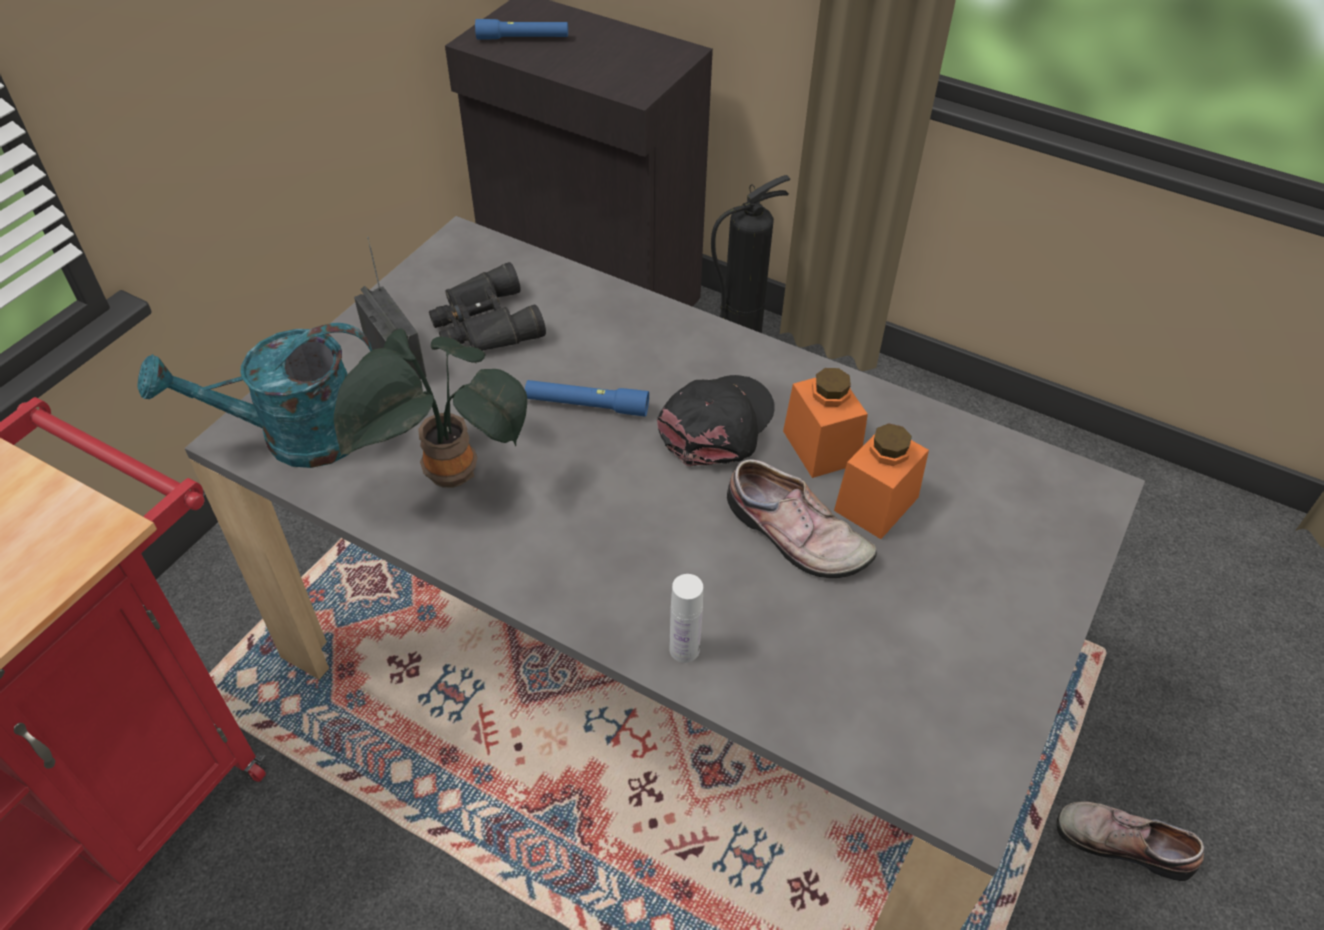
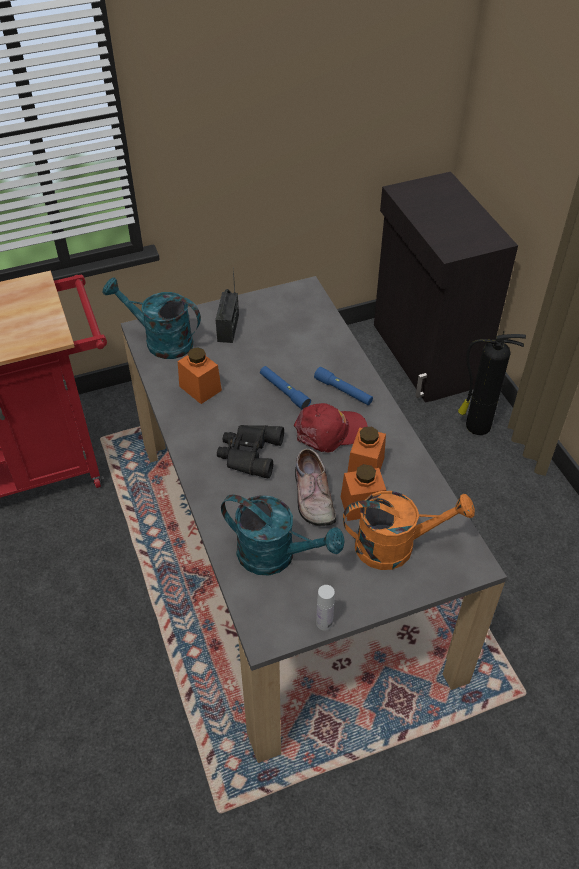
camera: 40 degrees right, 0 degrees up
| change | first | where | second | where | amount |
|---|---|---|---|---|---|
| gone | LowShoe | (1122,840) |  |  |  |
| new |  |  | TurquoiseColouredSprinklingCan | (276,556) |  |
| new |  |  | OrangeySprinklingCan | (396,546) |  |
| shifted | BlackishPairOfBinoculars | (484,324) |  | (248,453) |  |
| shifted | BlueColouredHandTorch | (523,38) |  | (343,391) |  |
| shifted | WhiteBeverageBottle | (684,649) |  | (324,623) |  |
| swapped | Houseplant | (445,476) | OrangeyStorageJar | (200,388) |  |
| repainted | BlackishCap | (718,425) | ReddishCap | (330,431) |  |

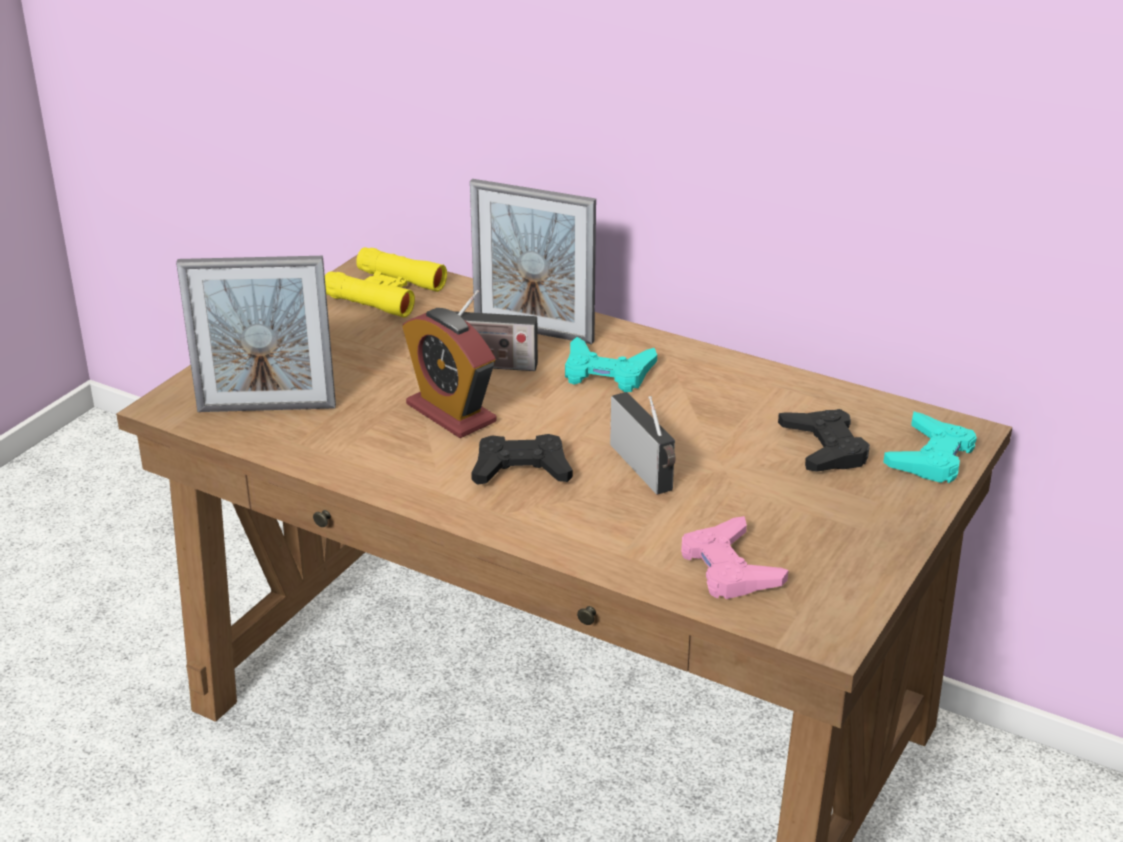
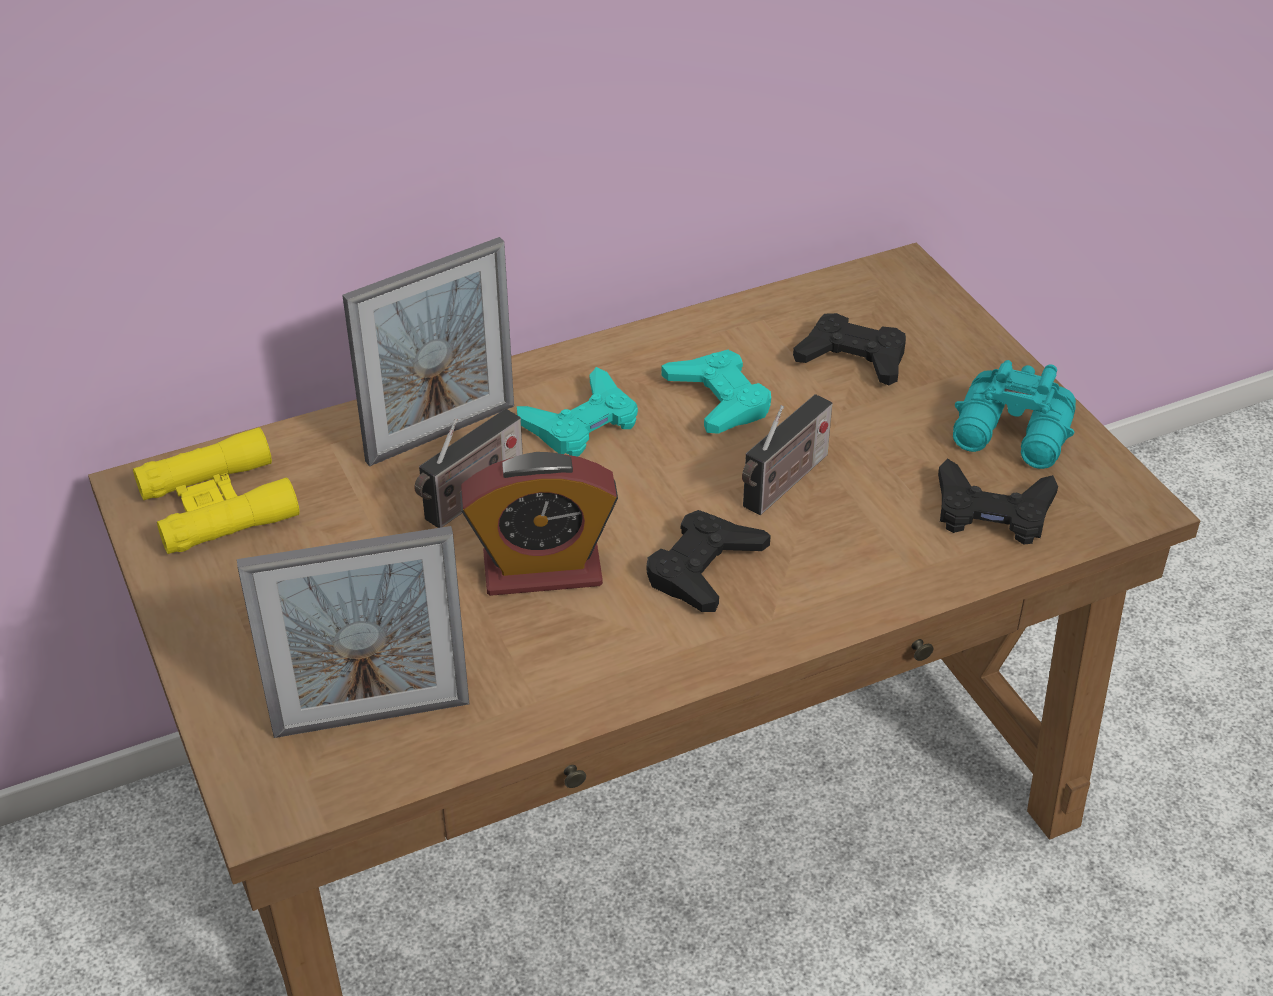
camera: 55 degrees left, 10 degrees up
| change | first | where | second | where | amount |
|---|---|---|---|---|---|
| new |  |  | TurquoiseColouredPairOfBinoculars | (1013,436) |  |
| shifted | TurquoiseColouredGameController | (931,457) |  | (719,399) |  |
| repainted | PinkColouredGameController | (729,568) | BlackishGameController | (992,512) |  |
| rotated | StandingFrame | (266,408) |  | (372,717) | 45 degrees clockwise |
| rotated | RadioReceiver | (644,469) |  | (783,484) | 120 degrees clockwise |

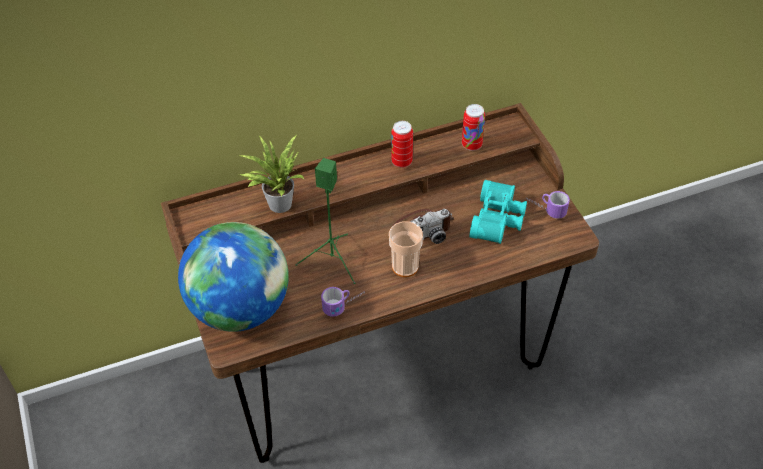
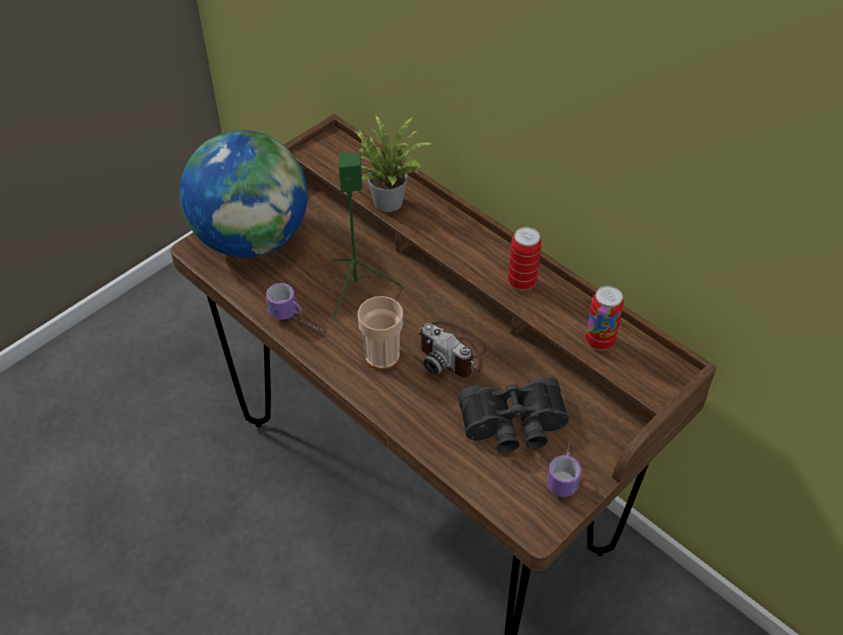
camera: 65 degrees right, 0 degrees up
| change | first | where | second | where | amount |
|---|---|---|---|---|---|
| repainted | TurquoiseColouredPairOfBinoculars | (499,220) | BlackishPairOfBinoculars | (514,426) |  |

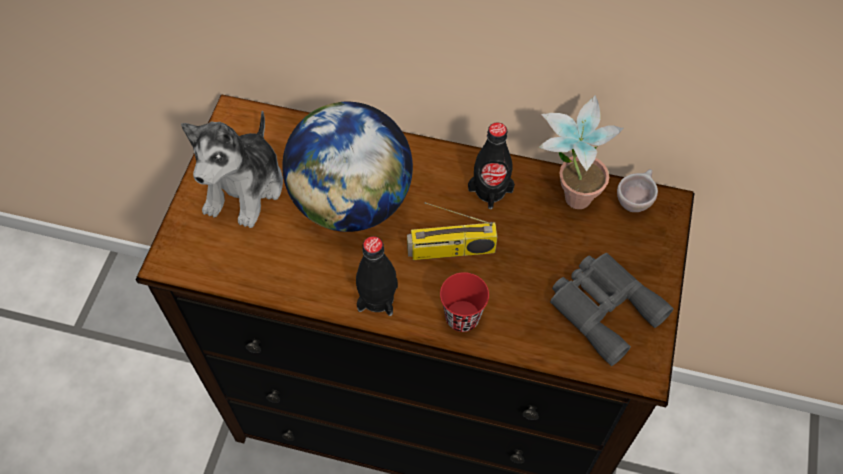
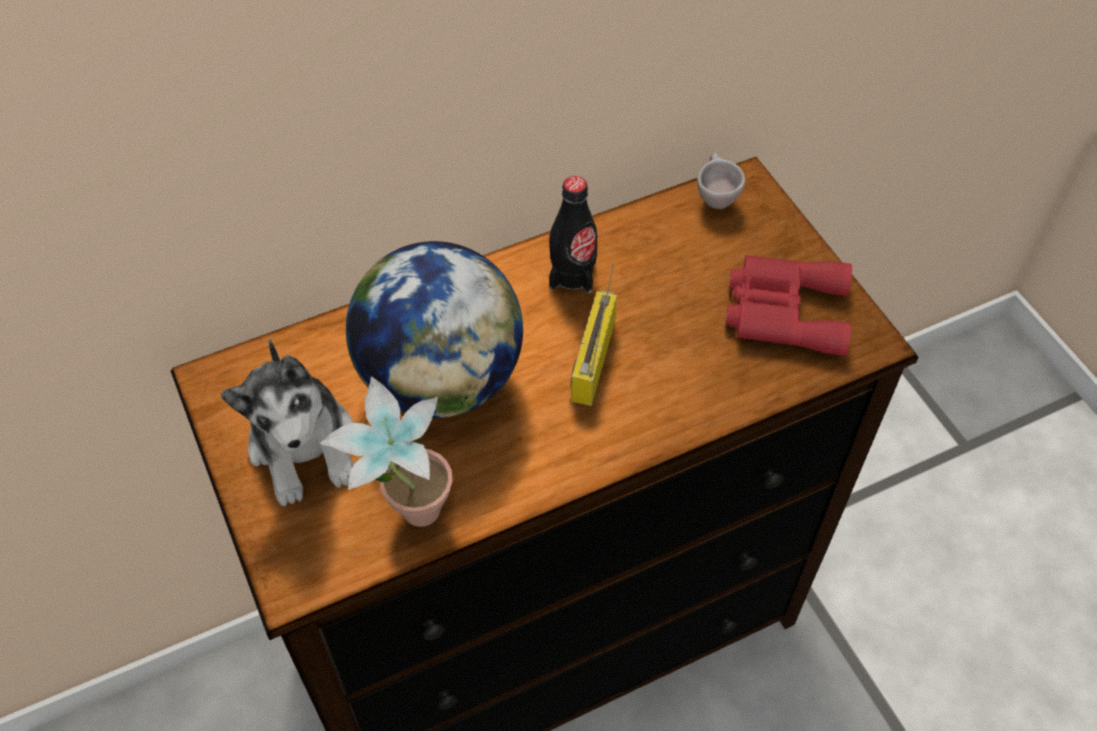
camera: 40 degrees left, 5 degrees down
| change | first | where | second | where | amount |
|---|---|---|---|---|---|
| gone | BlackishBeverageBottle | (377,298) |  |  |  |
| gone | ReddishSmallCup | (462,317) |  |  |  |
| shifted | Houseplant | (567,195) |  | (406,515) |  |
| repainted | GreyPairOfBinoculars | (602,307) | ReddishPairOfBinoculars | (783,310) |  |
| rotated | RadioReceiver | (451,251) |  | (592,358) | 150 degrees clockwise |

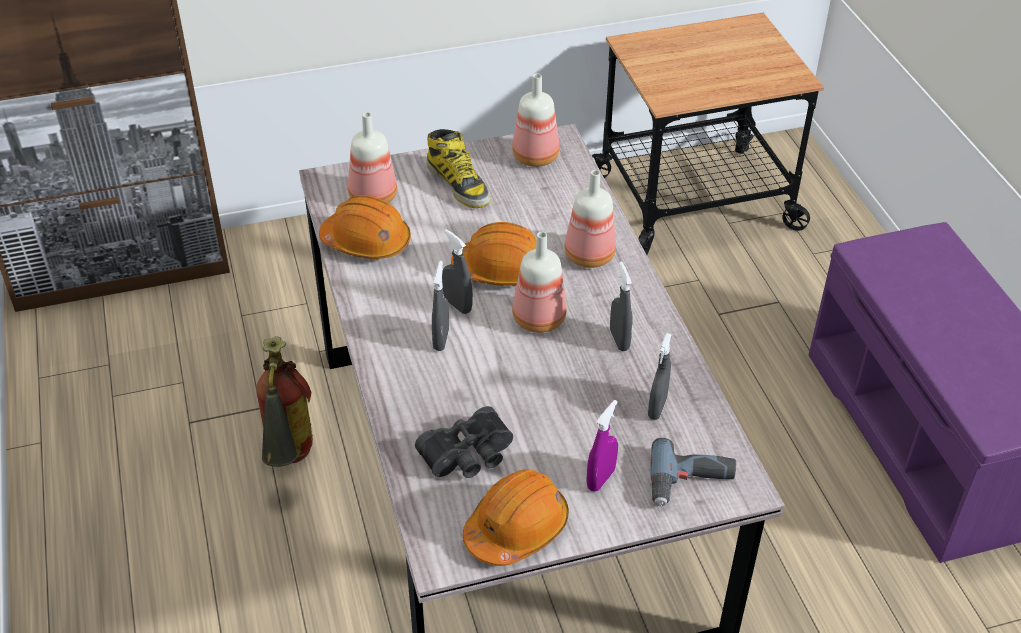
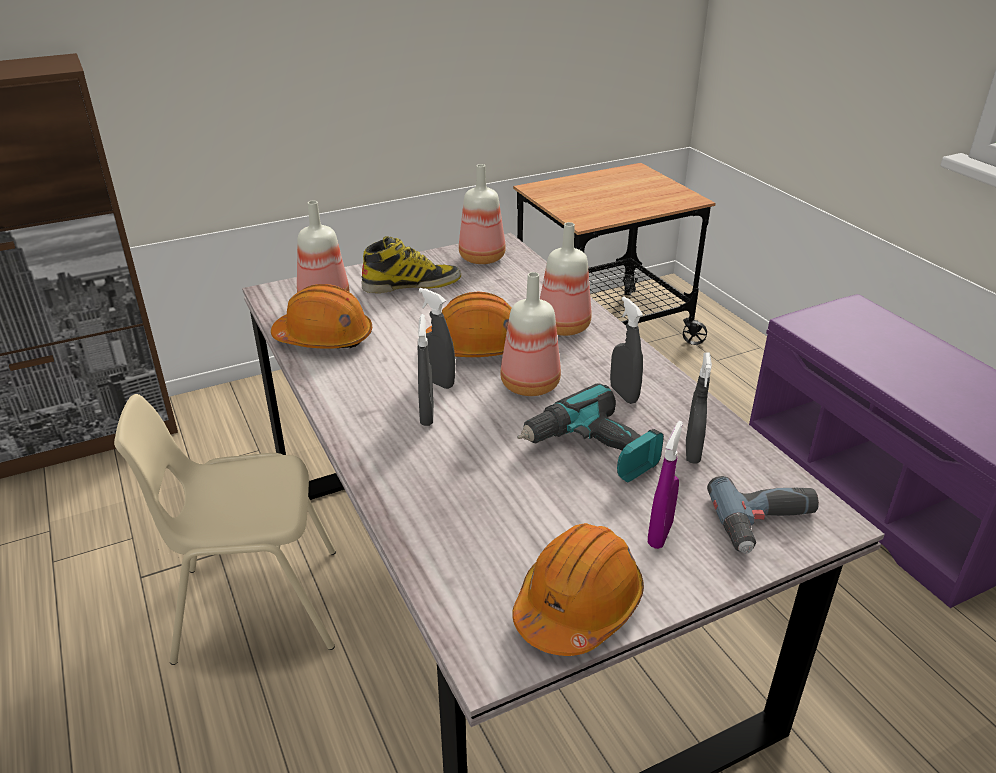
camera: 10 degrees left, 10 degrees down
| change | first | where | second | where | amount |
|---|---|---|---|---|---|
| gone | BlackishPairOfBinoculars | (469,456) |  |  |  |
| new |  |  | PowerDrill | (592,450) |  |
| swapped | FireExtinguisher | (289,464) | SandColouredUprightChair | (256,605) |  |
| rotated | HighTopBoot | (459,184) |  | (411,284) | 60 degrees counterclockwise |

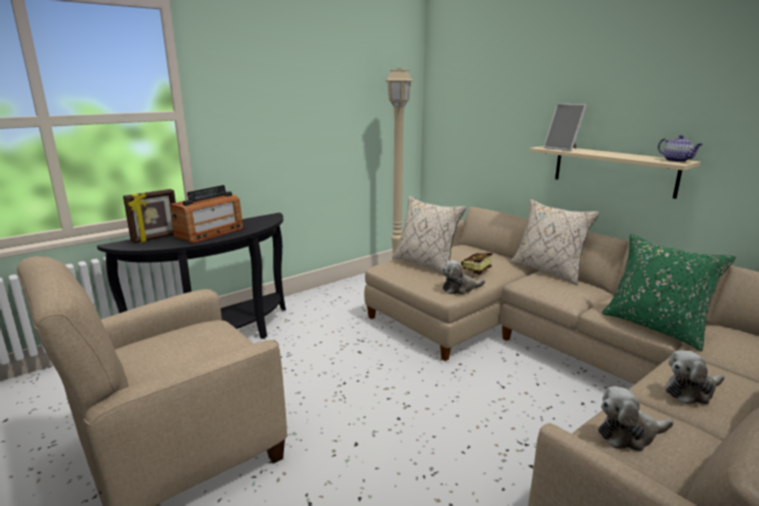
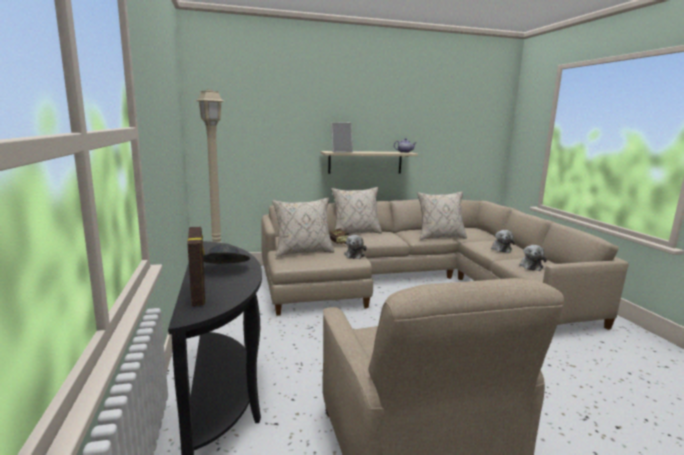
camera: 65 degrees left, 5 degrees down
| change | first | where | second | where | amount |
|---|---|---|---|---|---|
| swapped | RadioReceiver | (210,233) | GreyWearableHat | (223,270) |  |
| repainted | GreenColouredThrowPillow | (655,327) | SandColouredThrowPillow | (440,237) |  |

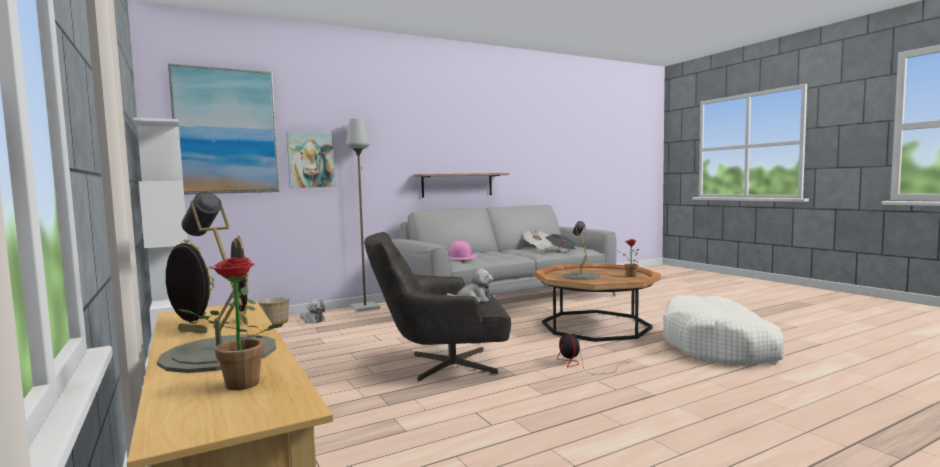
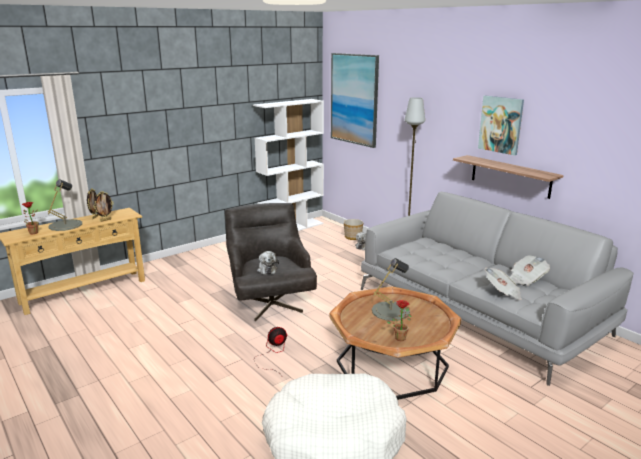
camera: 80 degrees right, 15 degrees up
| change | first | where | second | where | amount |
|---|---|---|---|---|---|
| gone | PinkColouredWearableHat | (460,257) |  |  |  |
| shifted | WallArt | (310,160) |  | (501,124) |  |

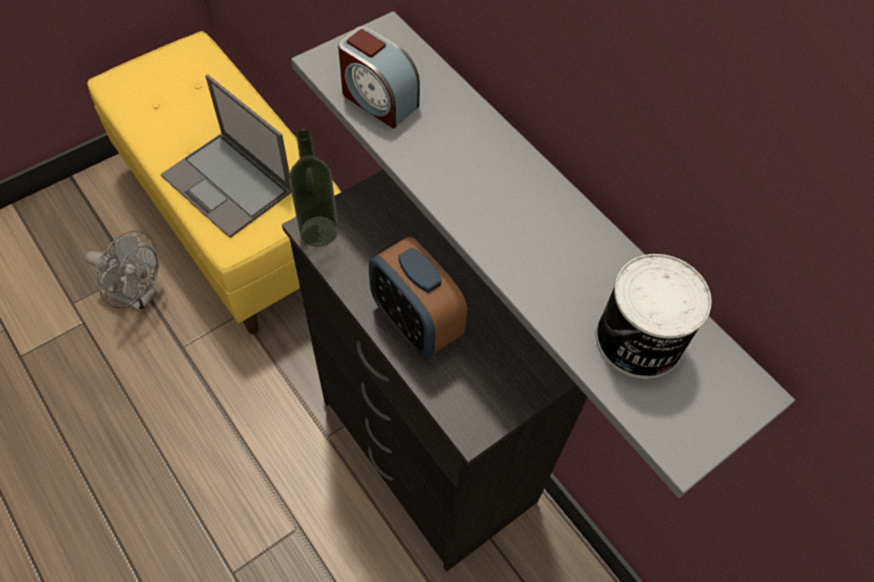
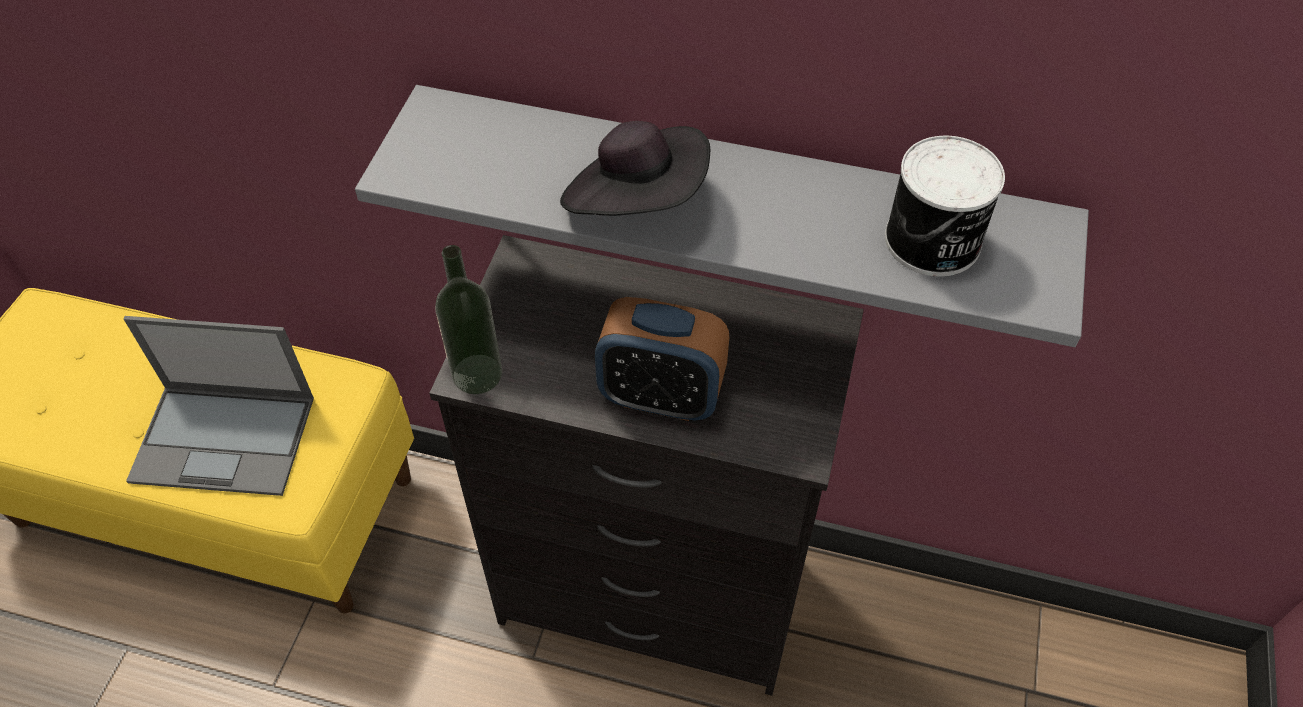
camera: 35 degrees left, 5 degrees down
| change | first | where | second | where | amount |
|---|---|---|---|---|---|
| gone | GreyFan | (138,297) |  |  |  |
| gone | TableClock | (378,100) |  |  |  |
| new |  |  | BlackishWearableHat | (637,201) |  |

